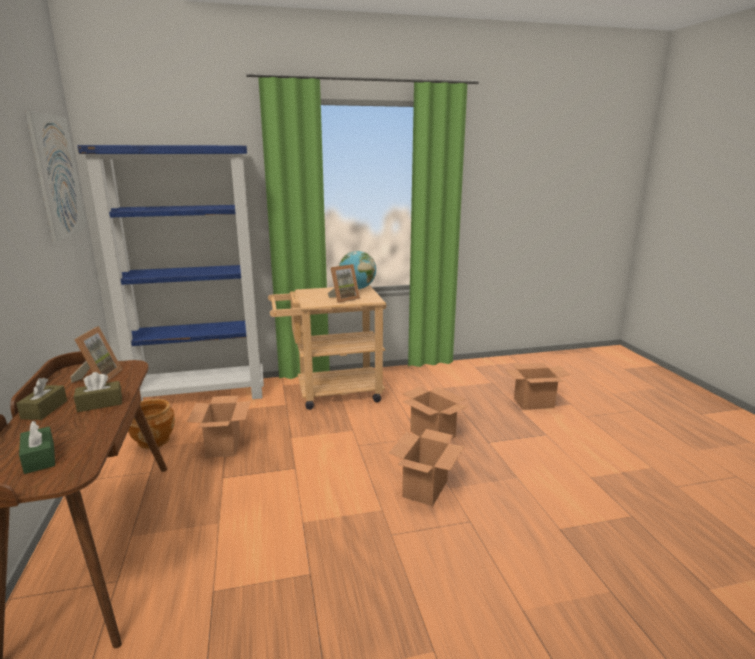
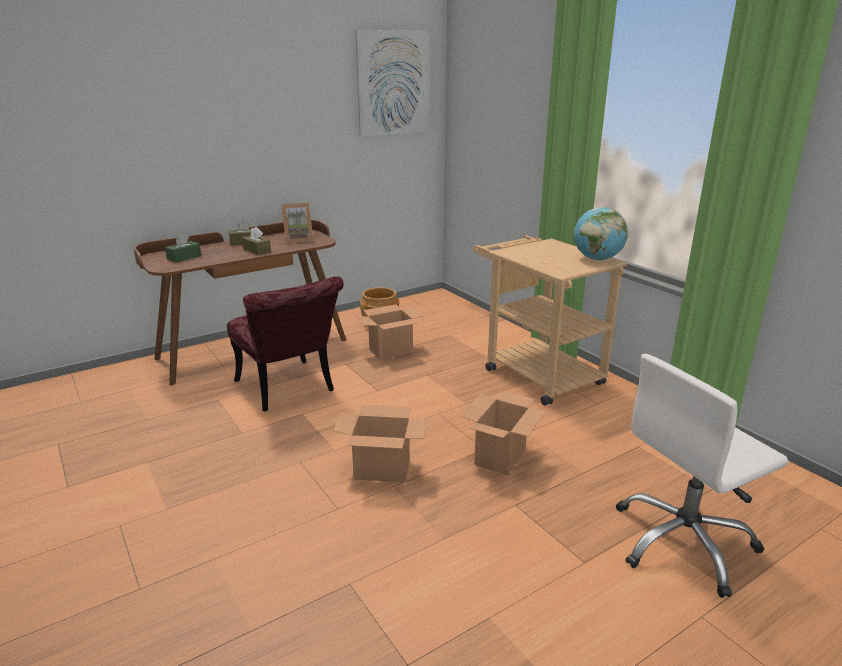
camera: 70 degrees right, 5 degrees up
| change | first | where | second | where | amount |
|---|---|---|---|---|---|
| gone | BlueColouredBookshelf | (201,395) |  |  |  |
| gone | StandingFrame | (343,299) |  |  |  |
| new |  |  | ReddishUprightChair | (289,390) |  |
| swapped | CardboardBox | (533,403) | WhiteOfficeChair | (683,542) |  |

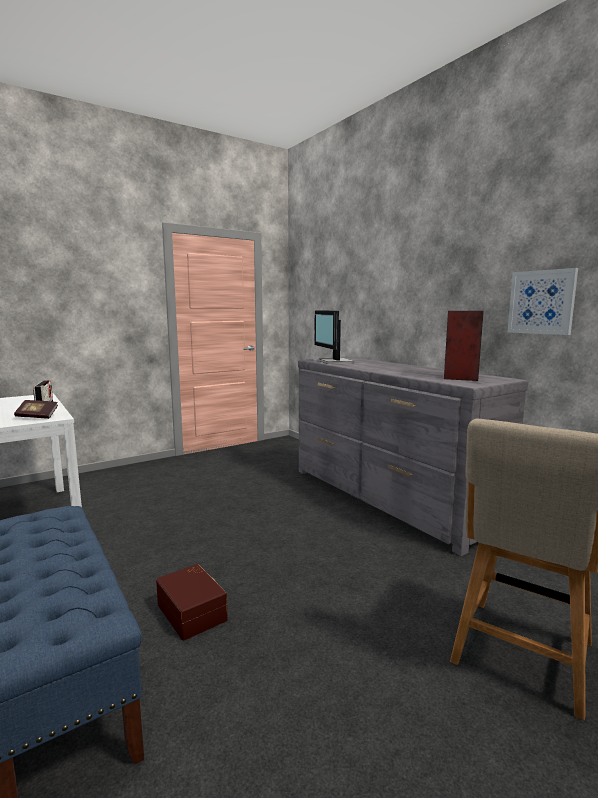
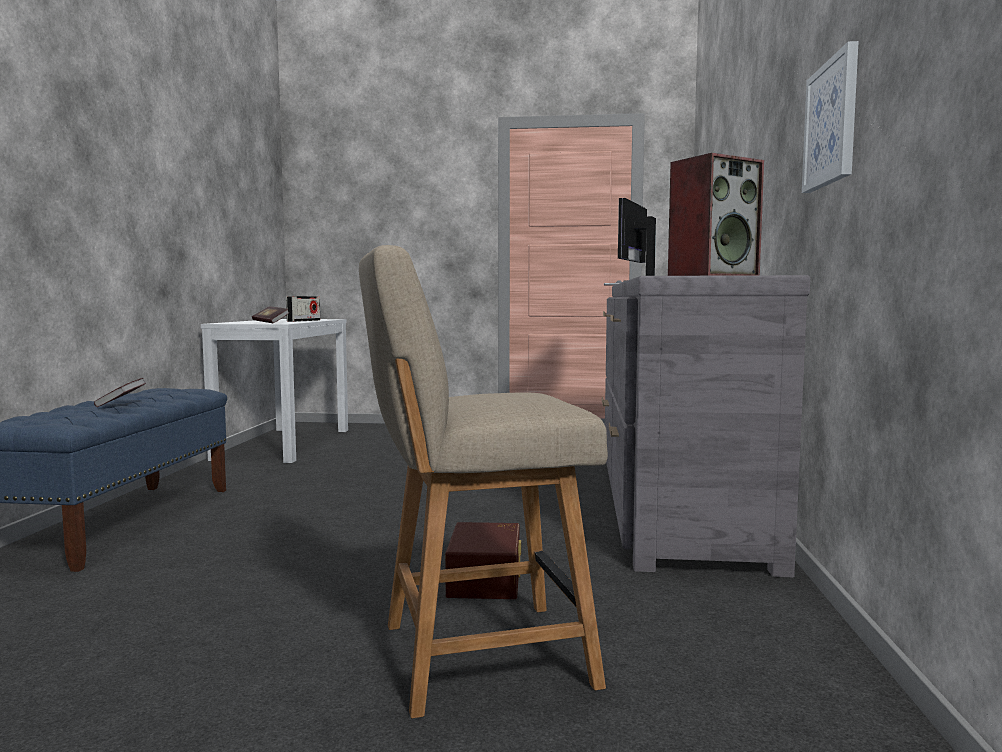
camera: 40 degrees right, 5 degrees down
| change | first | where | second | where | amount |
|---|---|---|---|---|---|
| new |  |  | BoundBook | (121,403) |  |
| shifted | BrownStorageContainer | (193,611) |  | (487,579) |  |

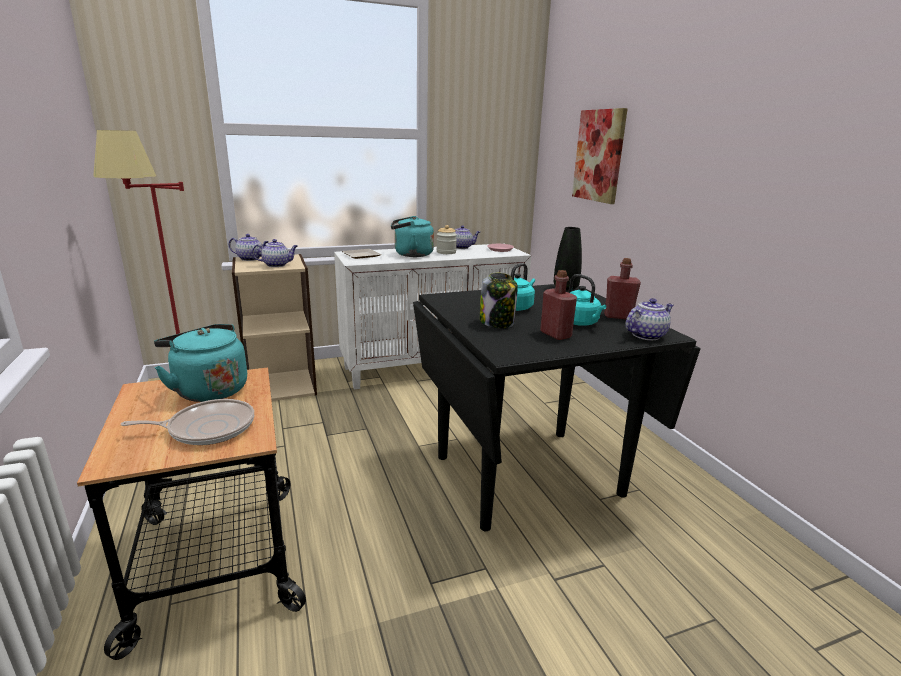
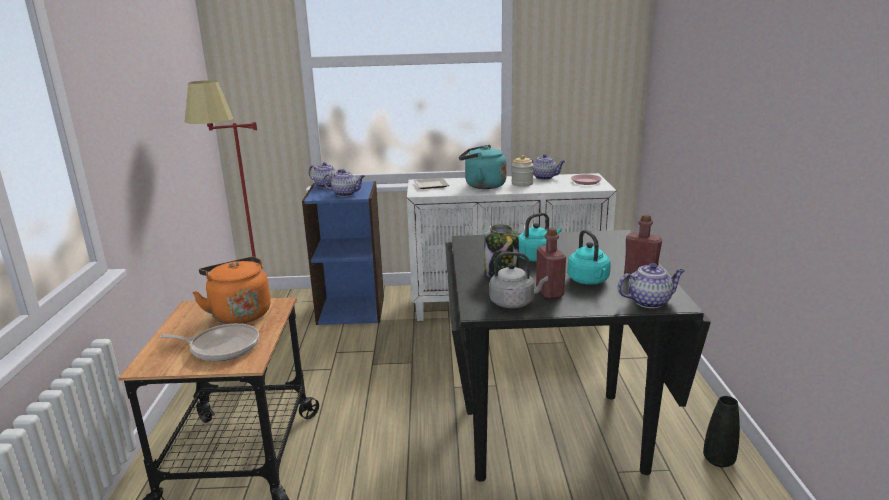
camera: 20 degrees right, 0 degrees up
| change | first | where | second | where | amount |
|---|---|---|---|---|---|
| gone | WallArt | (599,156) |  |  |  |
| new |  |  | GreyTeaKettle | (514,303) |  |
| shifted | BlackishFlowerVase | (565,288) |  | (718,460) |  |
| repainted | TurquoiseColouredTeaKettle | (208,390) | OrangeyTeaKettle | (239,313) |  |
| repainted | SandColouredBookshelf | (281,385) | BlueColouredBookshelf | (351,309) |  |

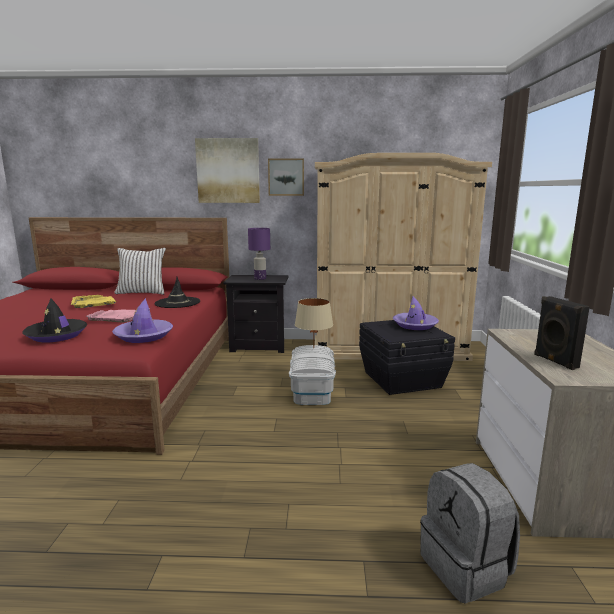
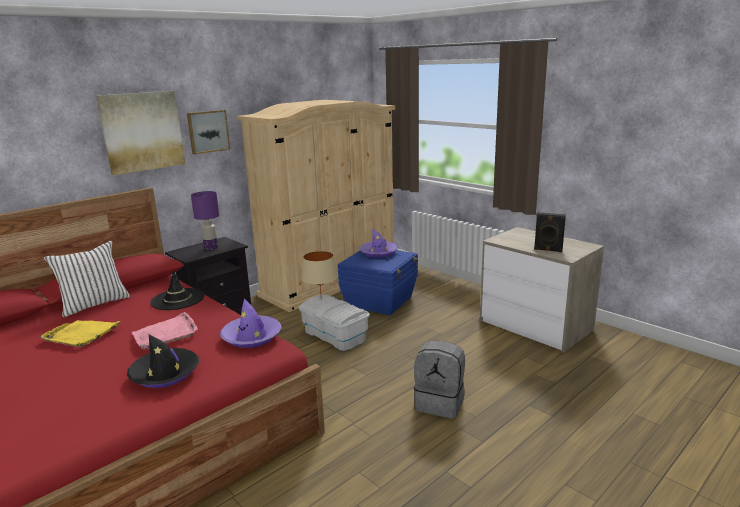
camera: 45 degrees left, 5 degrees up
| change | first | where | second | where | amount |
|---|---|---|---|---|---|
| shifted | GreyKnapsack | (466,568) |  | (440,403) |  |
| repainted | BlackishStorageContainer | (403,380) | BlueColouredStorageContainer | (380,301) |  |

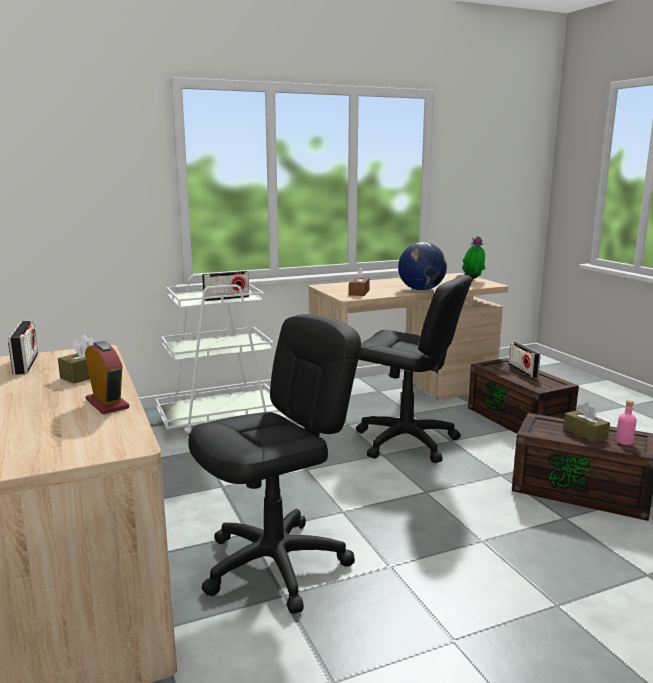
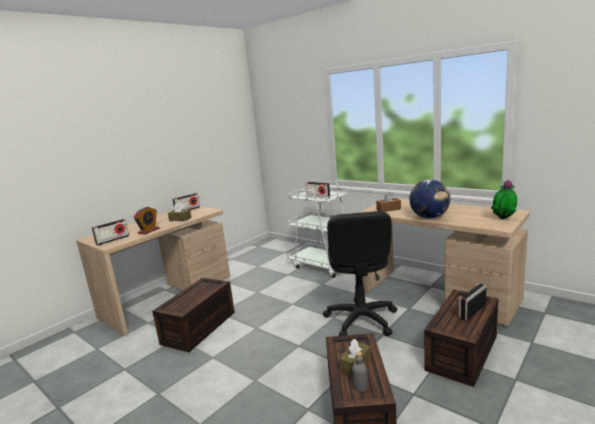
camera: 65 degrees right, 0 degrees up
| change | first | where | second | where | amount |
|---|---|---|---|---|---|
| new |  |  | RadioReceiver | (112,240) |  |
| swapped | BlackishOfficeChair | (275,565) | BrownStorageContainer | (199,328) |  |
| repainted | PinkColouredBeverageBottle | (624,441) | GreyBeverageBottle | (360,386) |  |

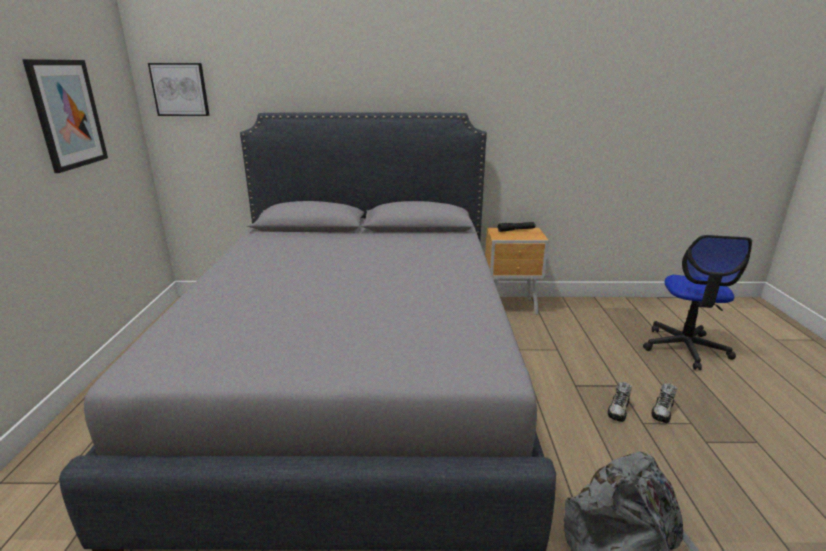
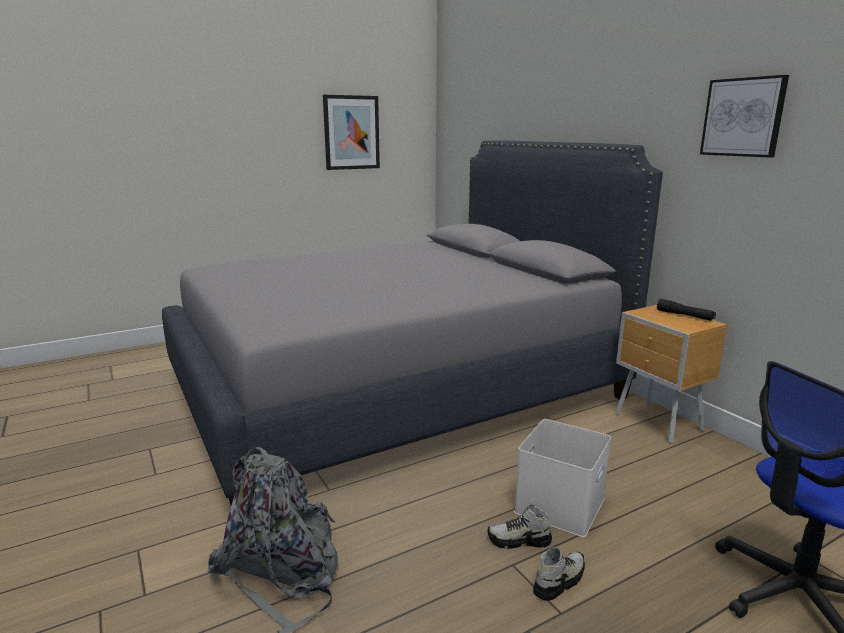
camera: 60 degrees right, 5 degrees down
| change | first | where | second | where | amount |
|---|---|---|---|---|---|
| new |  |  | WhiteStorageContainer | (561,506) |  |
| shifted | WallArt | (180,89) |  | (743,117) |  |
| rotated | LowShoe | (662,412) |  | (559,581) | 135 degrees clockwise |

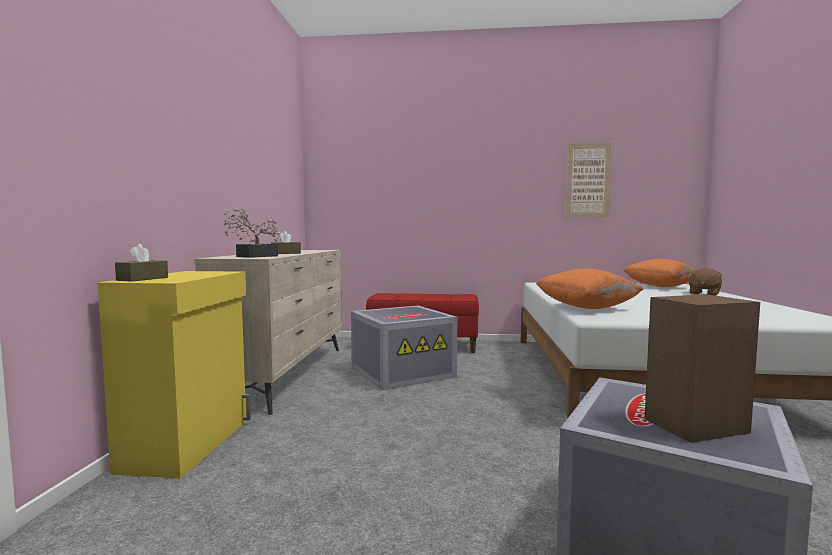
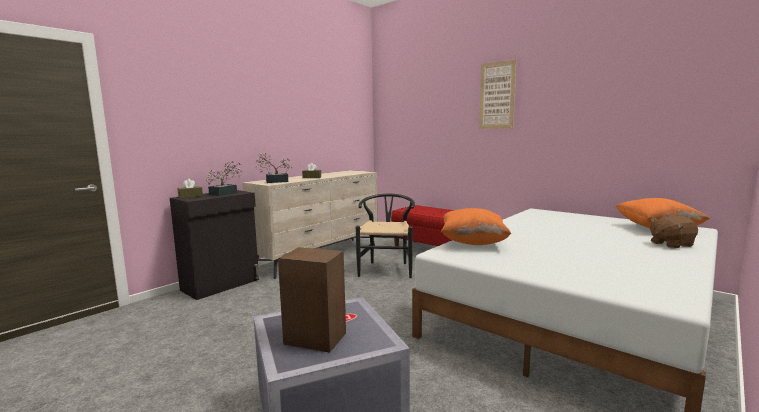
camera: 35 degrees right, 5 degrees up
| change | first | where | second | where | amount |
|---|---|---|---|---|---|
| new |  |  | Houseplant | (226,193) |  |
| shifted | WallArt | (588,180) |  | (497,95) |  |
| swapped | GreyStorageContainer | (403,371) | BlackishUprightChair | (387,268) |  |
| repainted | YellowColouredCupboard | (189,444) | BlackishCupboard | (222,285) |  |

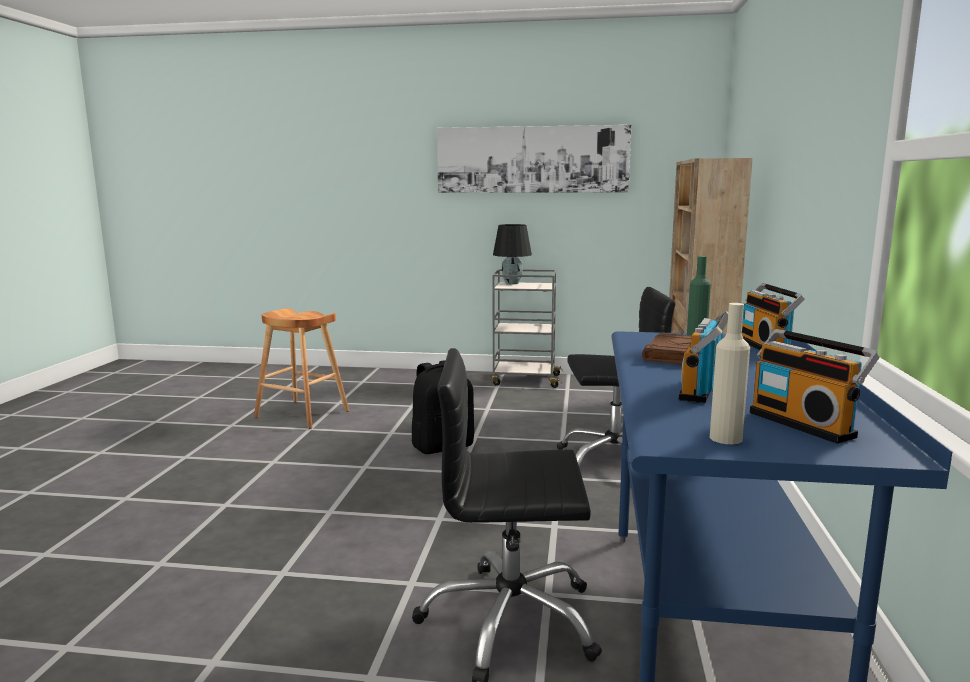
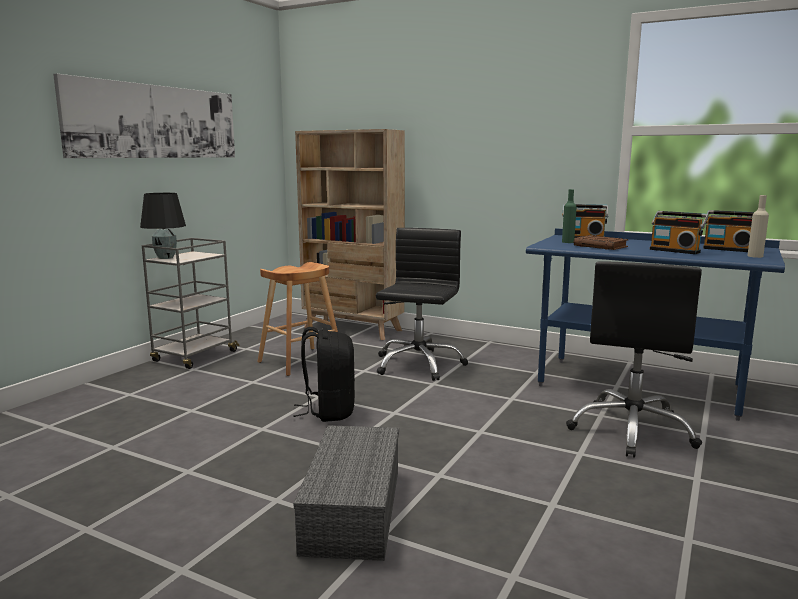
camera: 70 degrees left, 0 degrees up
| change | first | where | second | where | amount |
|---|---|---|---|---|---|
| new |  |  | GreyStorageContainer | (351,507) |  |
| shifted | BrownStoolSeat | (302,414) |  | (301,361) |  |
| rotated | RadioReceiver | (804,424) |  | (729,249) | 45 degrees clockwise |

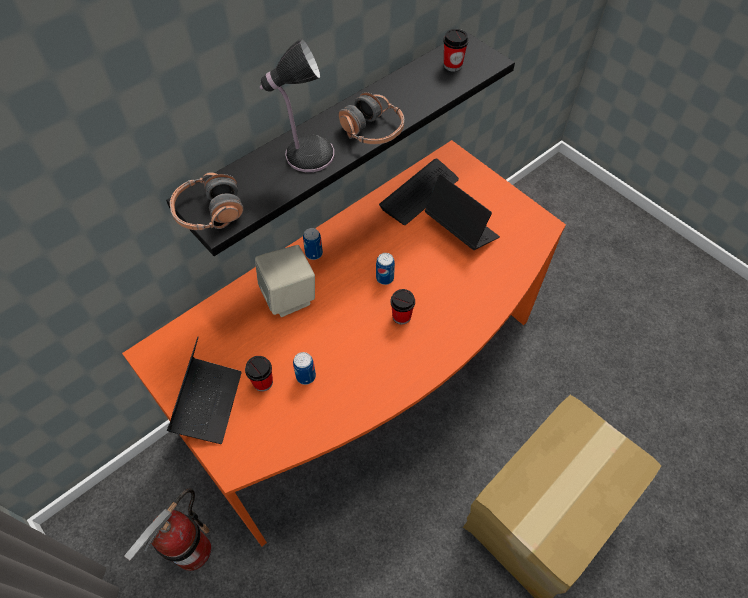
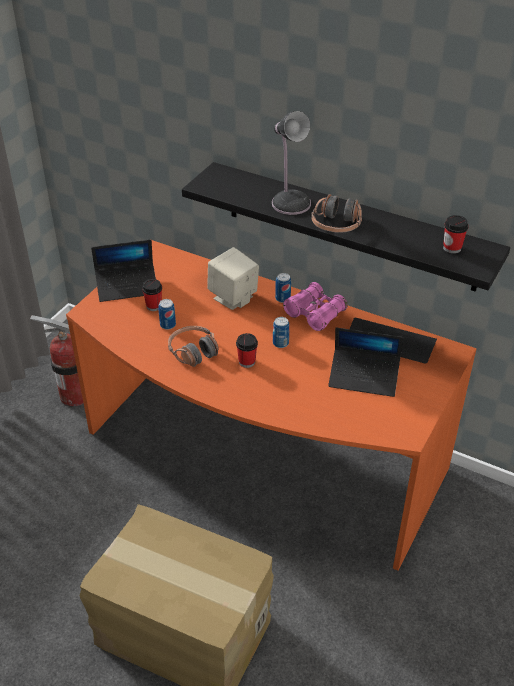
camera: 70 degrees right, 15 degrees down
| change | first | where | second | where | amount |
|---|---|---|---|---|---|
| new |  |  | PinkColouredPairOfBinoculars | (314,313) |  |
| shifted | Headset | (209,212) |  | (193,352) |  |
| rotated | Laptop | (461,229) |  | (364,377) | 75 degrees clockwise |

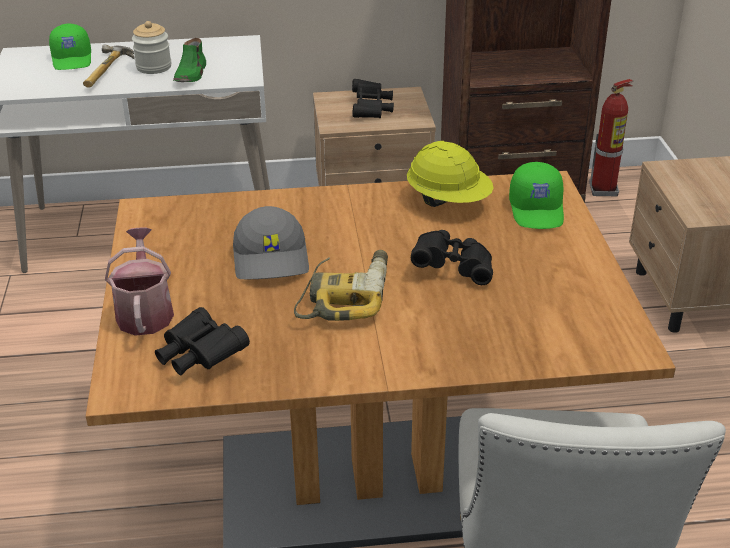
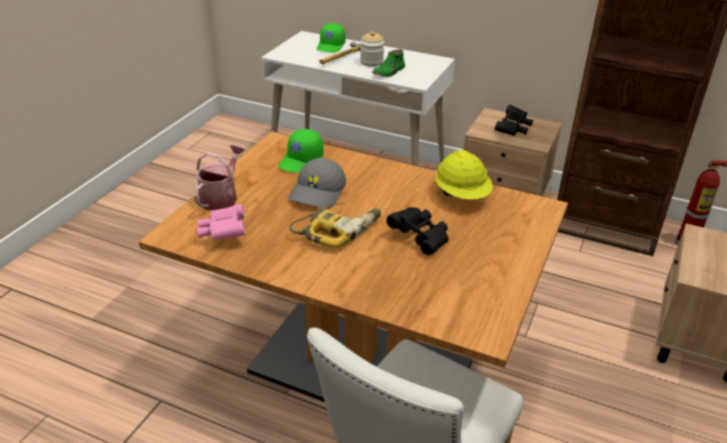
camera: 30 degrees right, 0 degrees up
| change | first | where | second | where | amount |
|---|---|---|---|---|---|
| shifted | GreenColouredCap | (537,210) |  | (301,161) |  |
| repainted | BlackishPairOfBinoculars | (200,357) | PinkColouredPairOfBinoculars | (223,233) |  |

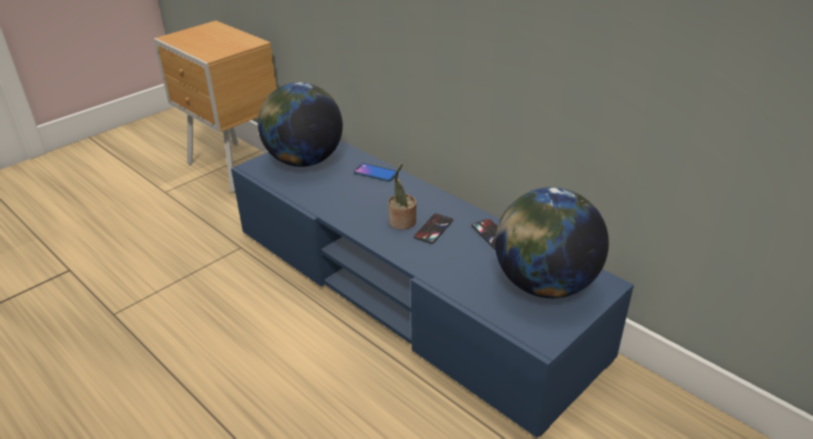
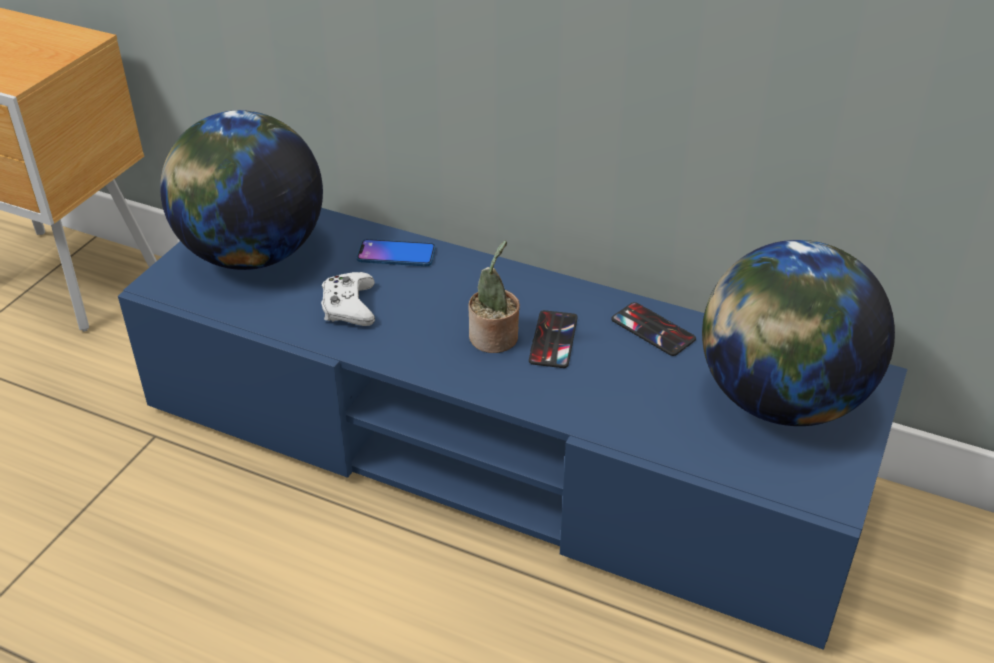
camera: 20 degrees left, 5 degrees up
| change | first | where | second | where | amount |
|---|---|---|---|---|---|
| new |  |  | WhiteGameController | (349,306) |  |

